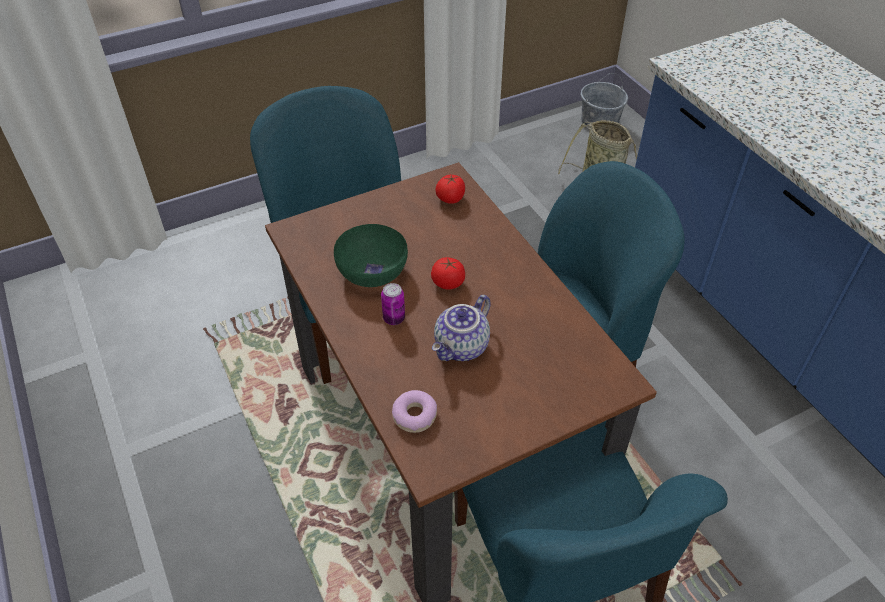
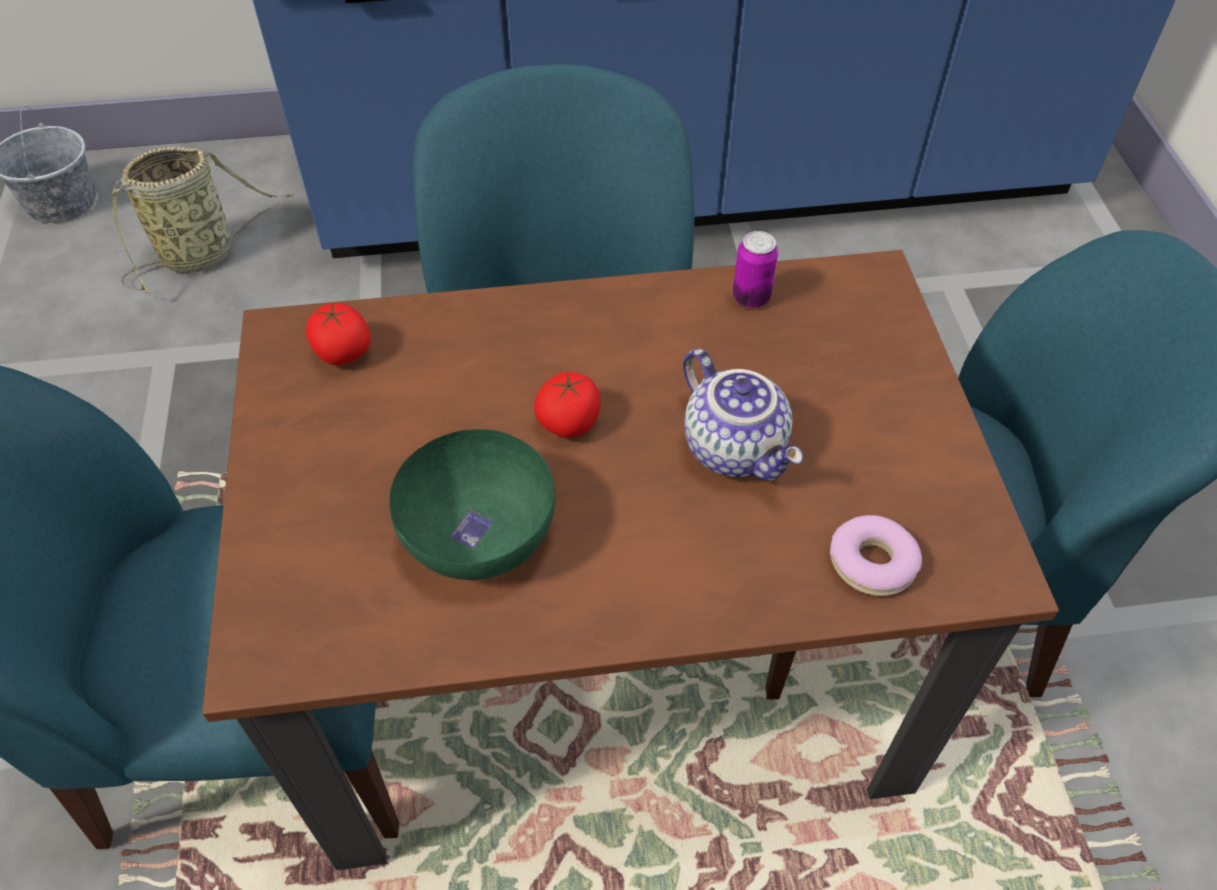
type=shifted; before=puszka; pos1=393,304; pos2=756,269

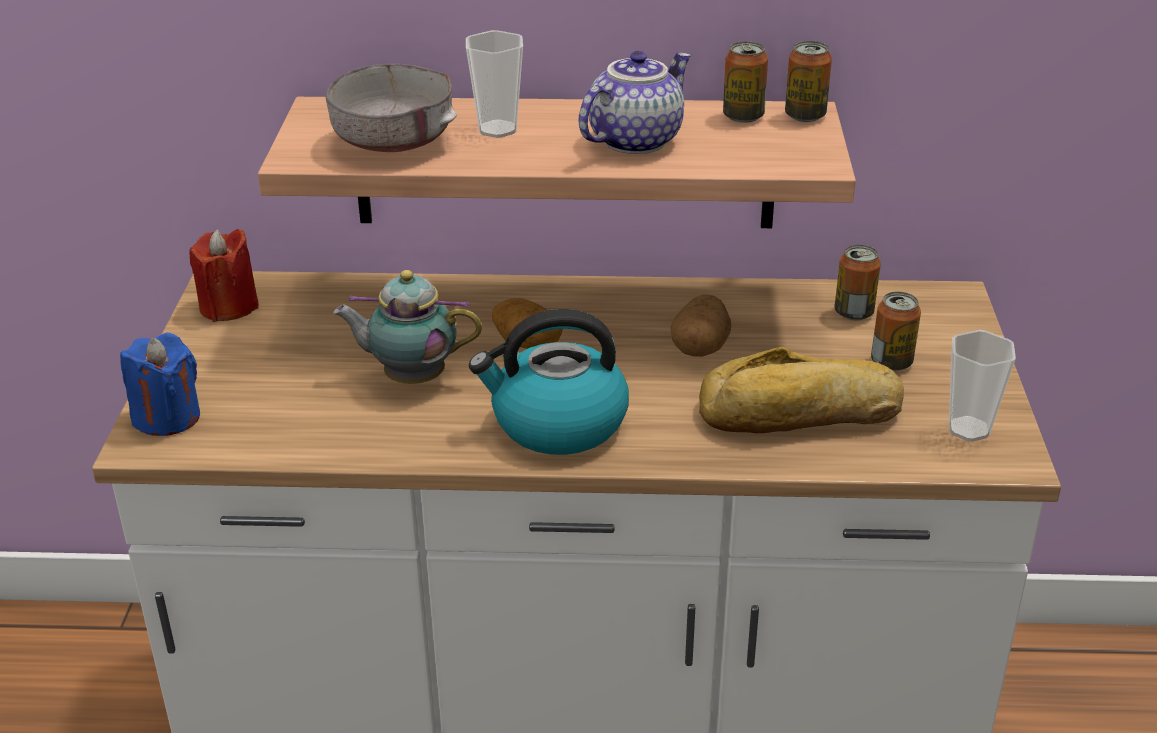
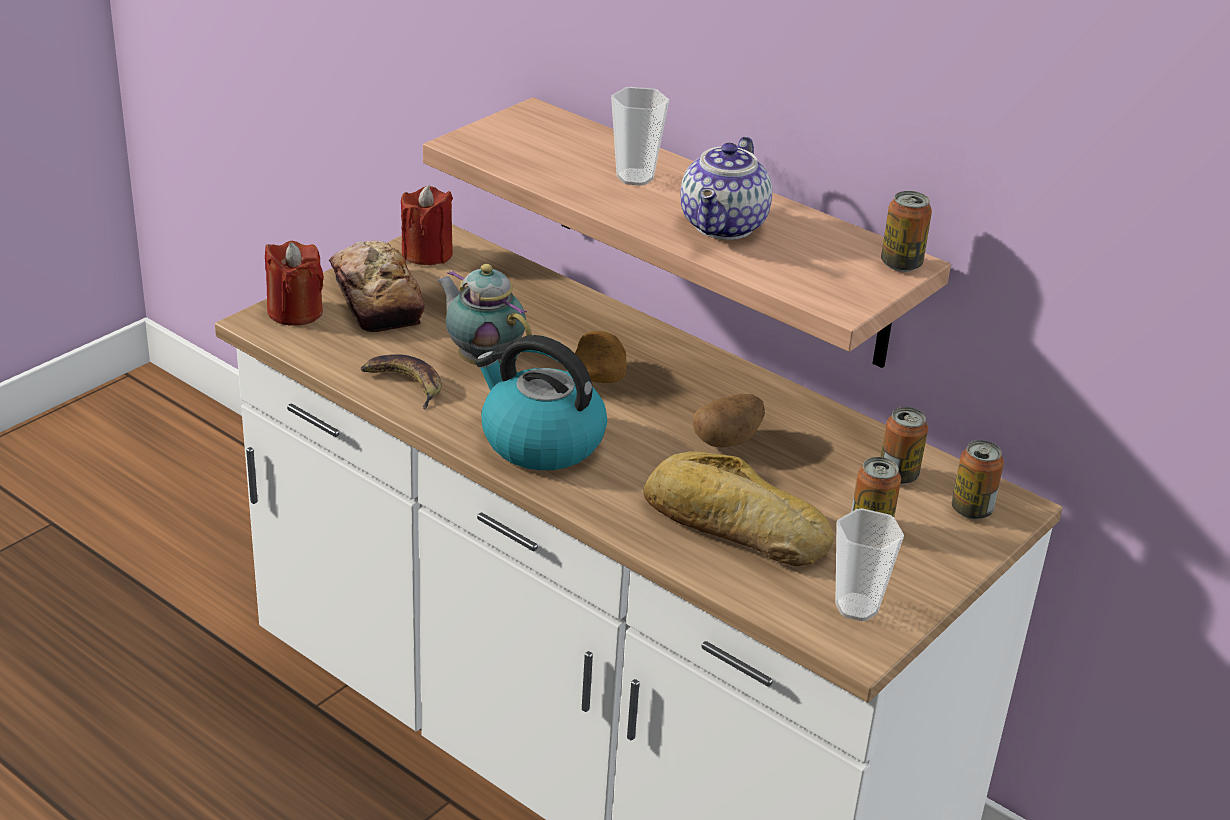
type=repainted; before=świeca/niebieski; after=świeca/czerwony; pos1=160,384; pos2=294,283
type=new; after=chleb; pos2=377,286
type=new; after=banan; pos2=401,381
type=rotated; before=imbryk; pos1=635,102; pos2=726,188; turn=120
type=shifted; before=puszka; pos1=745,82; pos2=978,479
type=gone; before=miska/szary; pos1=391,108

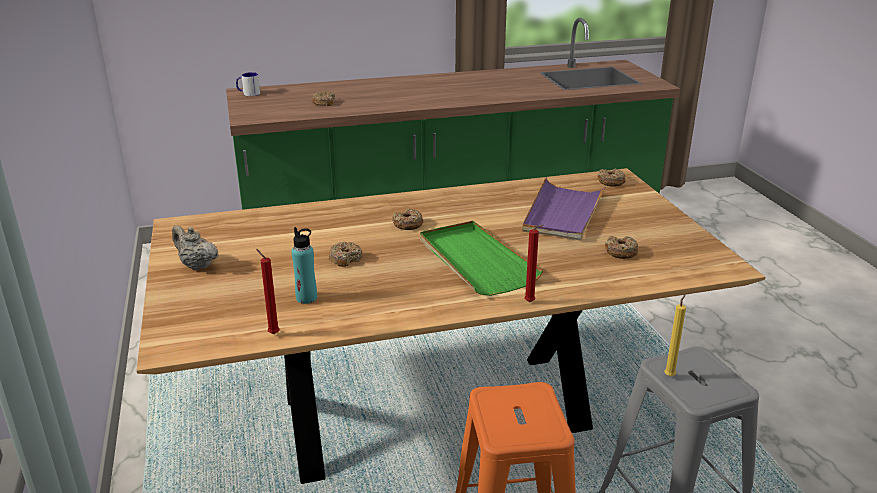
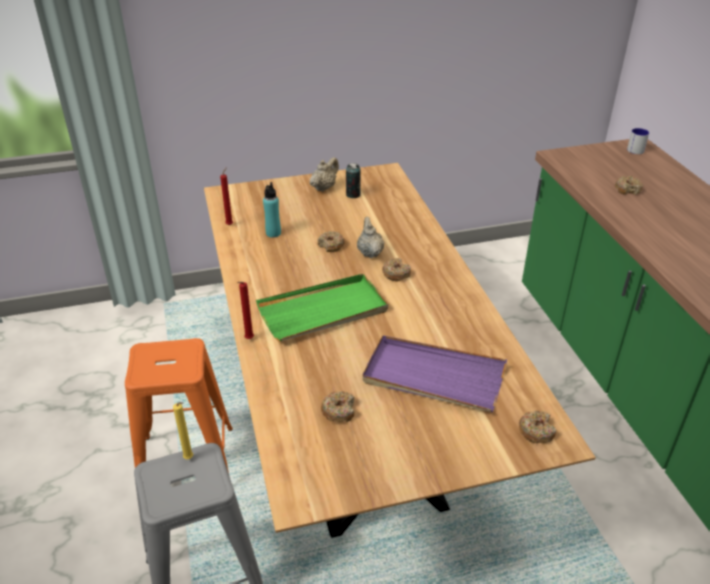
type=new; after=puszka; pos2=353,180
type=new; after=imbryk/beżowy; pos2=371,237

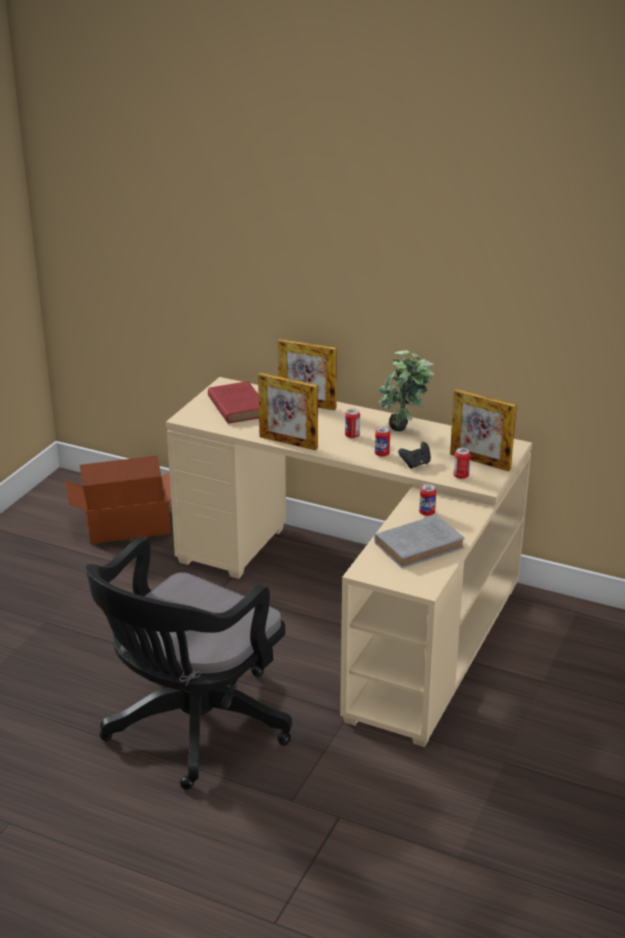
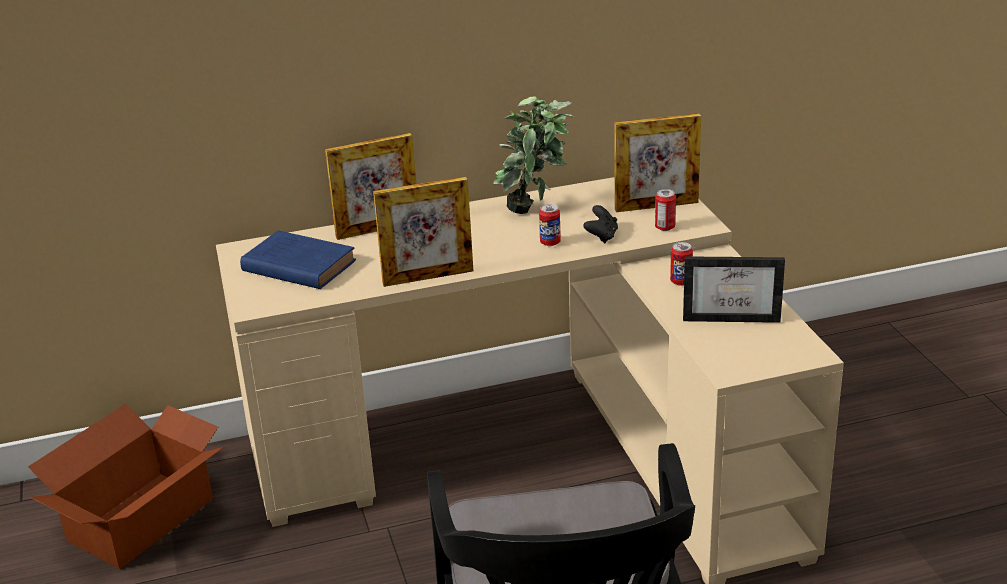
type=repainted; before=książka/czerwony; after=książka/niebieski; pos1=233,402; pos2=298,259
type=swapped; before=książka/szary; after=ramka na zdjęcie; pos1=419,541; pos2=734,289
type=gone; before=puszka; pos1=352,423

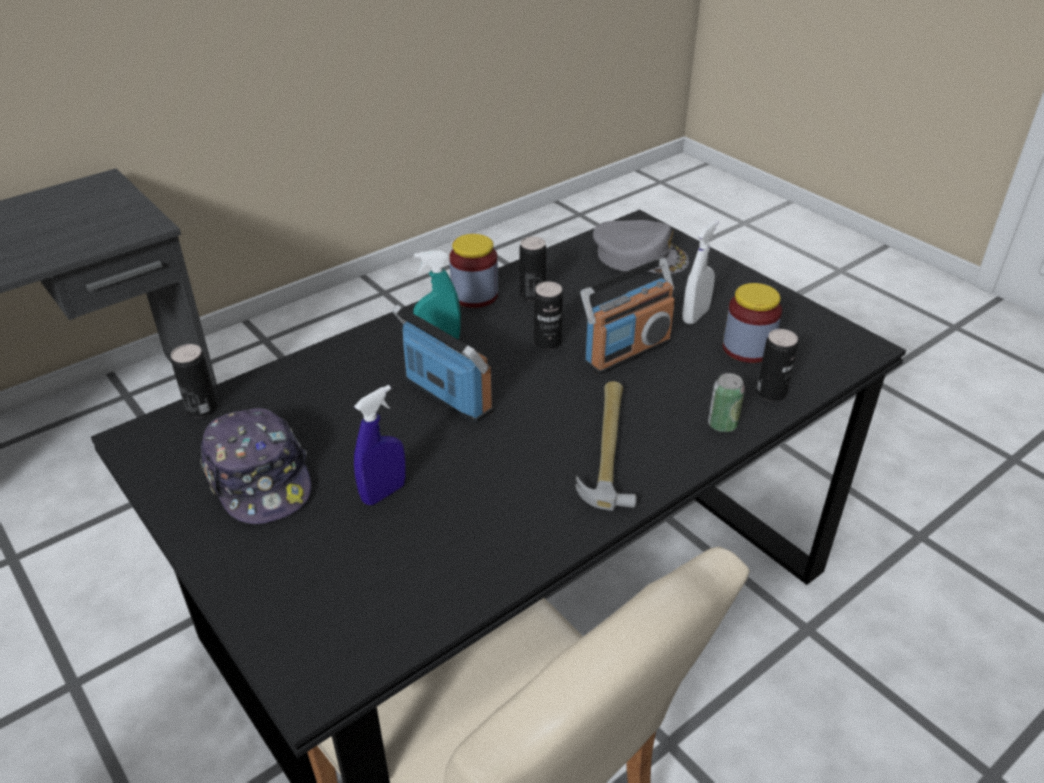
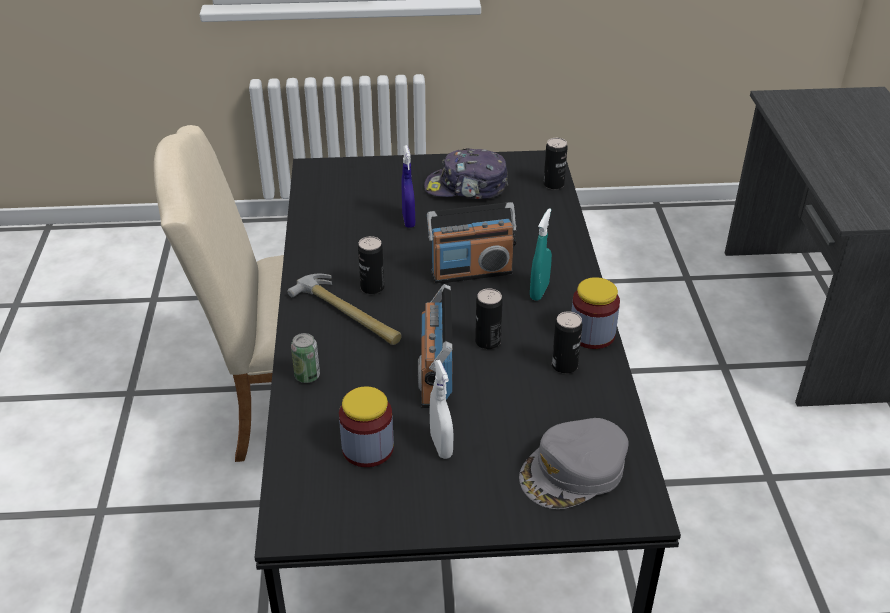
type=shifted; before=puszka; pos1=777,365; pos2=371,265

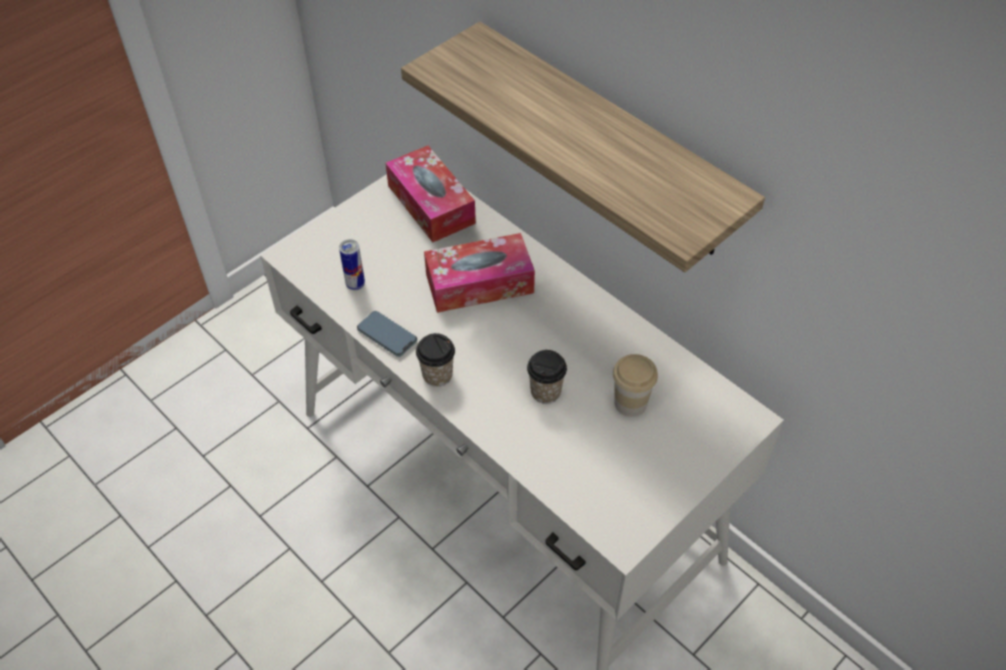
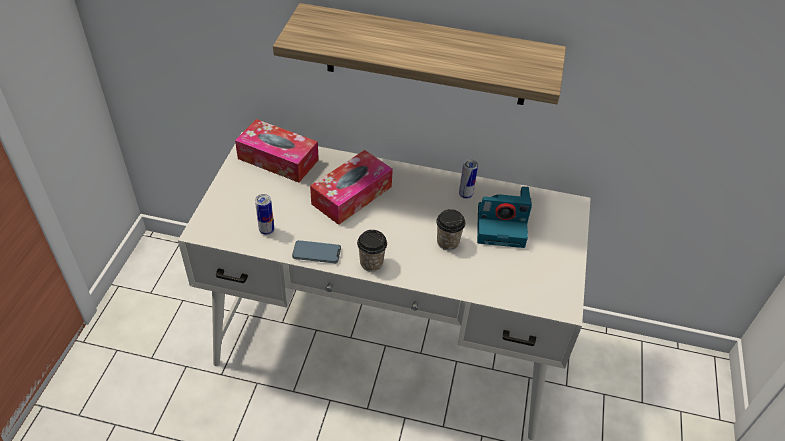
type=new; after=puszka; pos2=468,179
type=swapped; before=filiżanka; after=aparat fotograficzny; pos1=635,385; pos2=504,217

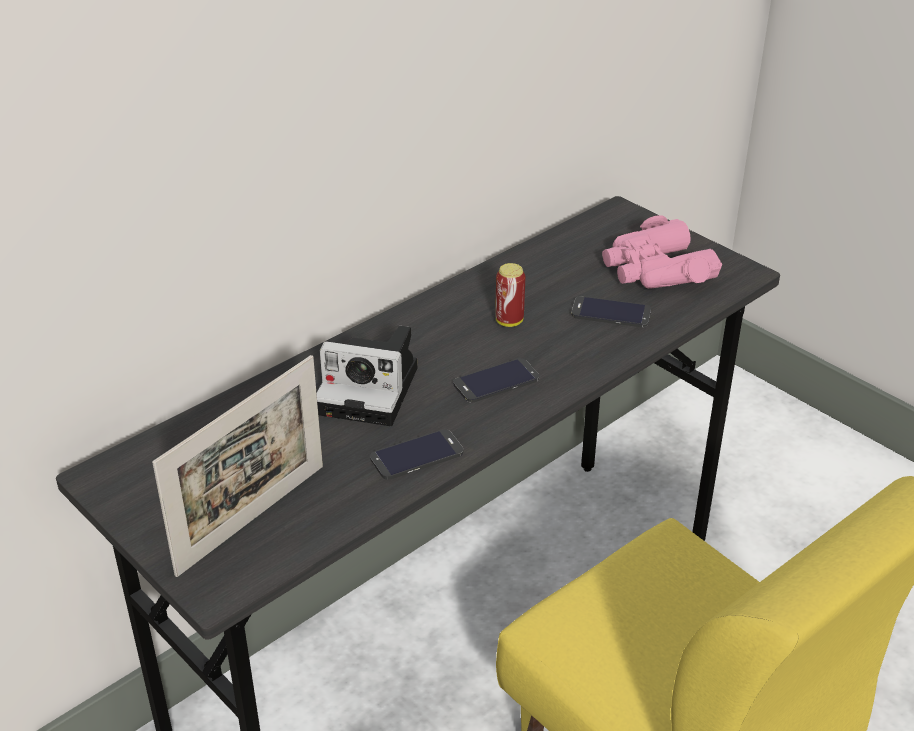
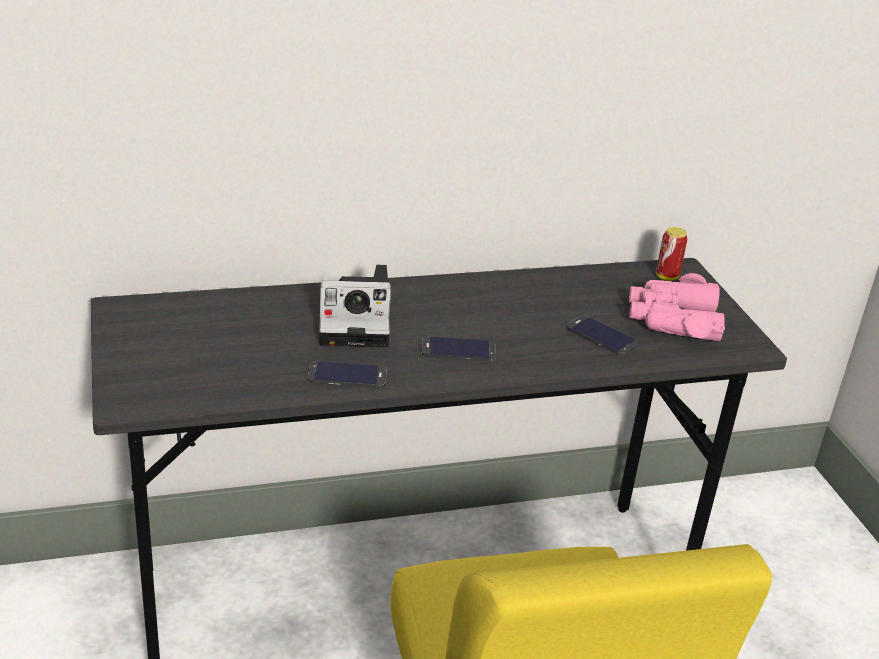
type=rotated; before=aparat fotograficzny; pos1=367,376; pos2=355,306; turn=-45
type=shifted; before=puszka; pos1=510,295; pos2=672,254
type=gone; before=ramka na zdjęcie; pos1=237,466

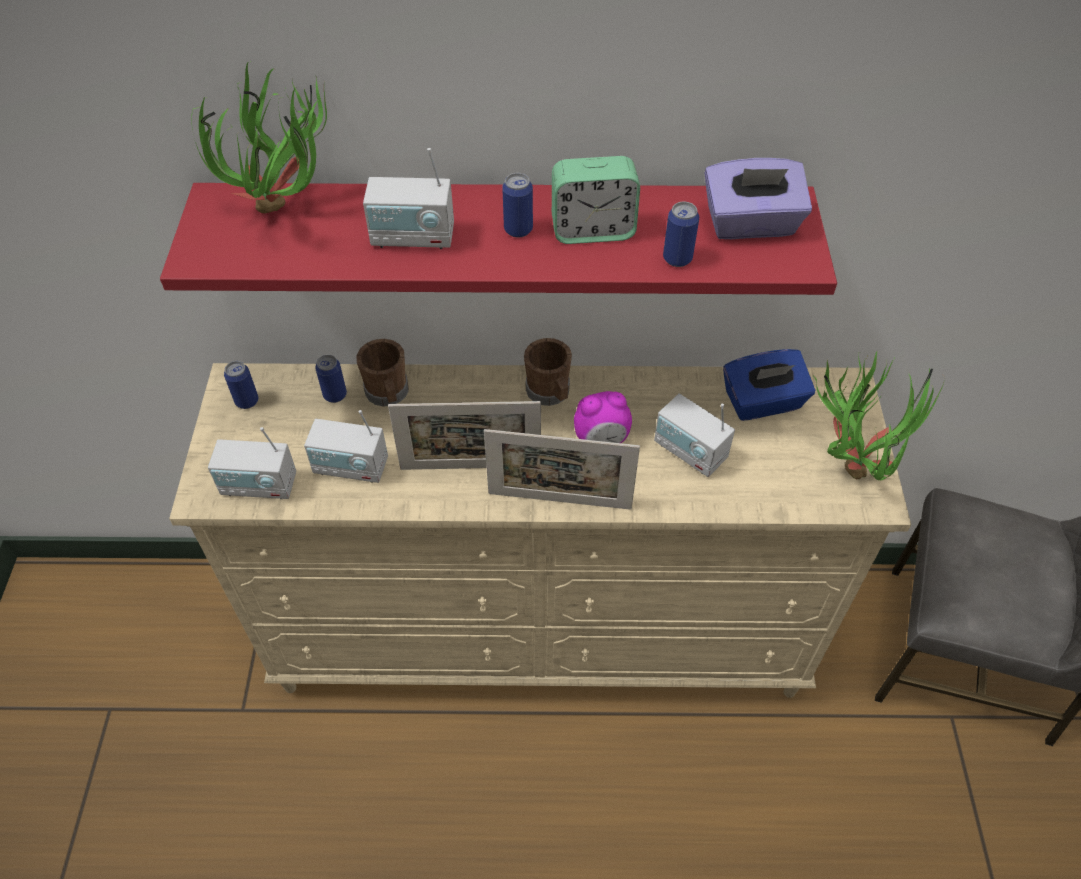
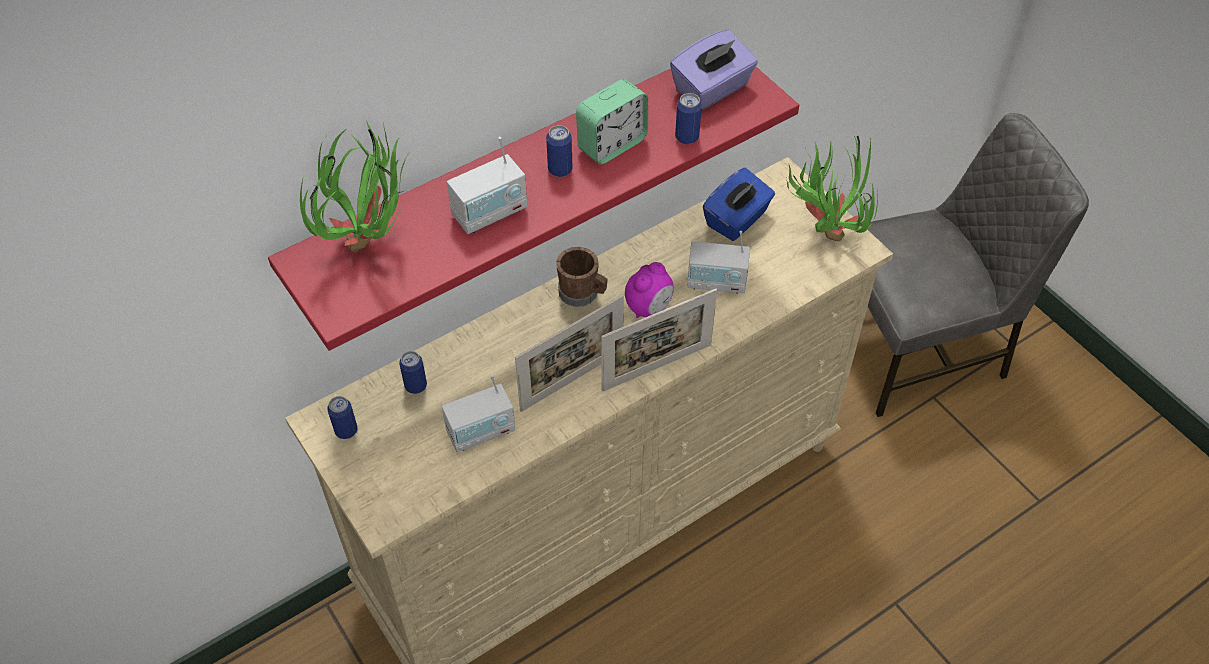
type=gone; before=radio; pos1=252,463
type=gone; before=kubek/brązowy; pos1=383,373

